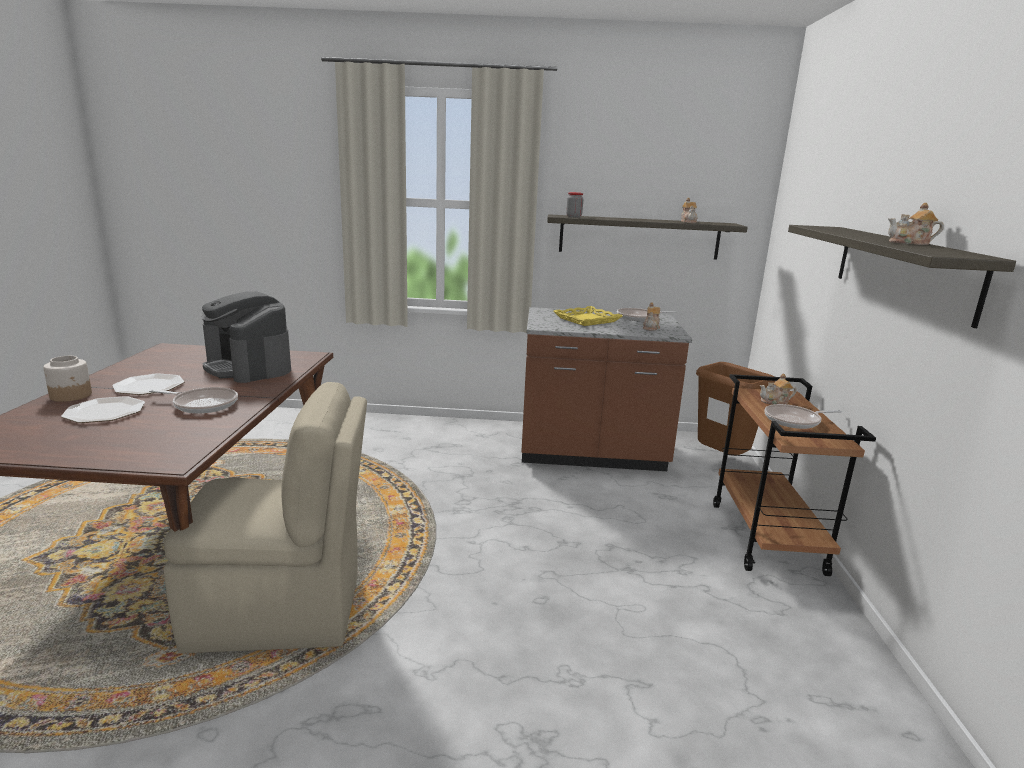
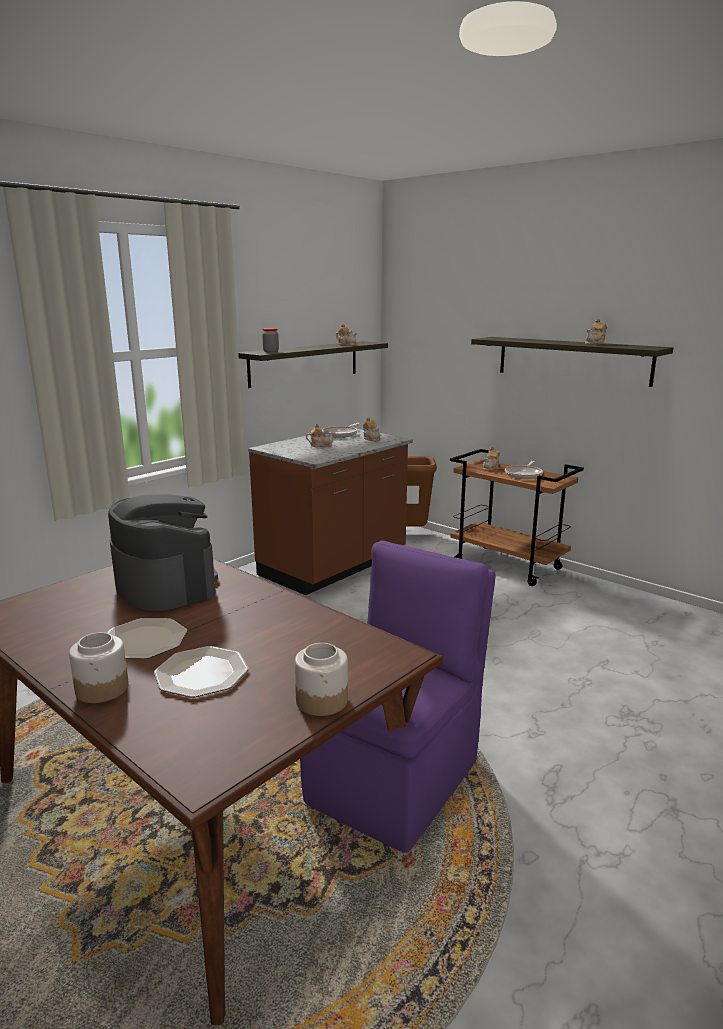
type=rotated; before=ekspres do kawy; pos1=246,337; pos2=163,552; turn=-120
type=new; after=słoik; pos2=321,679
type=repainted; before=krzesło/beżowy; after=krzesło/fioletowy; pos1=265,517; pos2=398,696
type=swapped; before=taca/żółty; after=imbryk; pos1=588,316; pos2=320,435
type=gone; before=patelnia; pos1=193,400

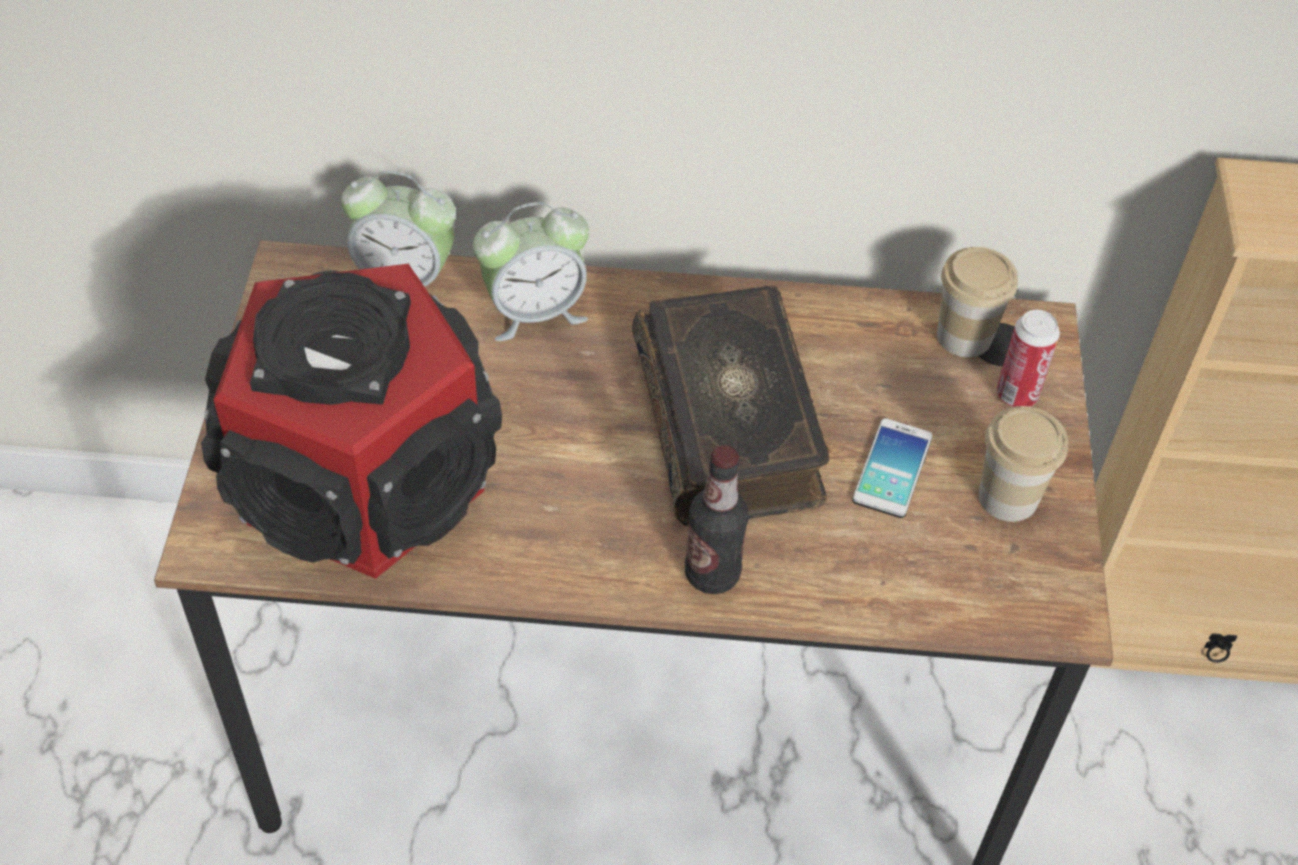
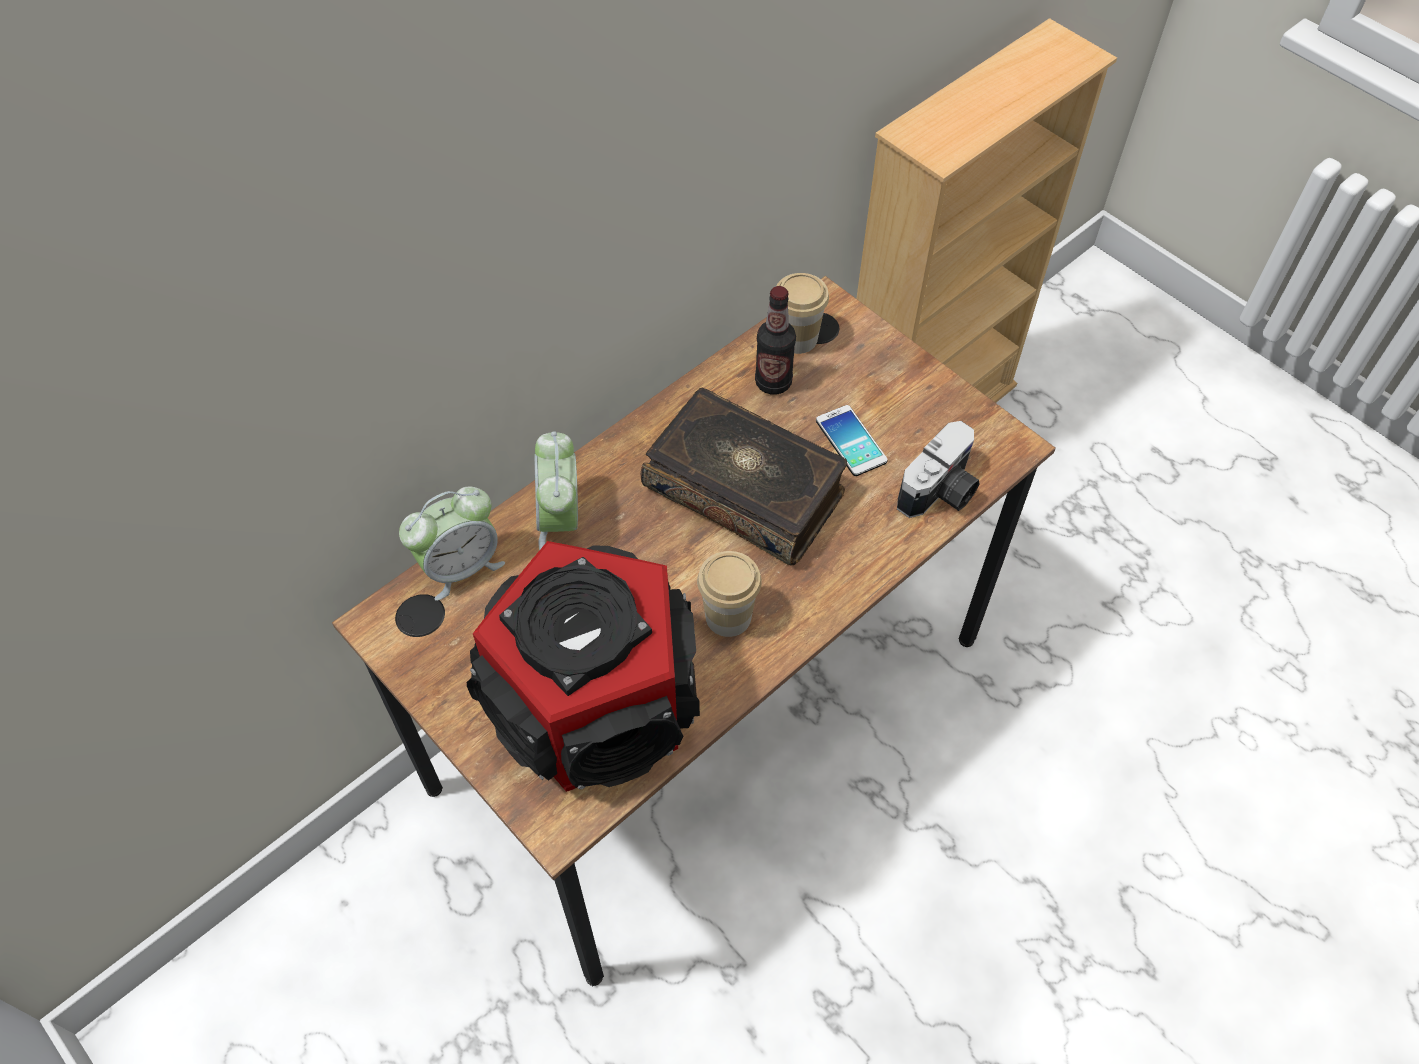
type=rotated; before=budzik; pos1=531,271; pos2=556,490; turn=150
type=shifted; before=filiżanka; pos1=1023,464; pos2=729,594
type=shifted; before=butelka; pos1=717,519; pos2=775,340
type=new; after=aparat fotograficzny; pos2=938,469
type=gone; before=puszka; pos1=1028,358

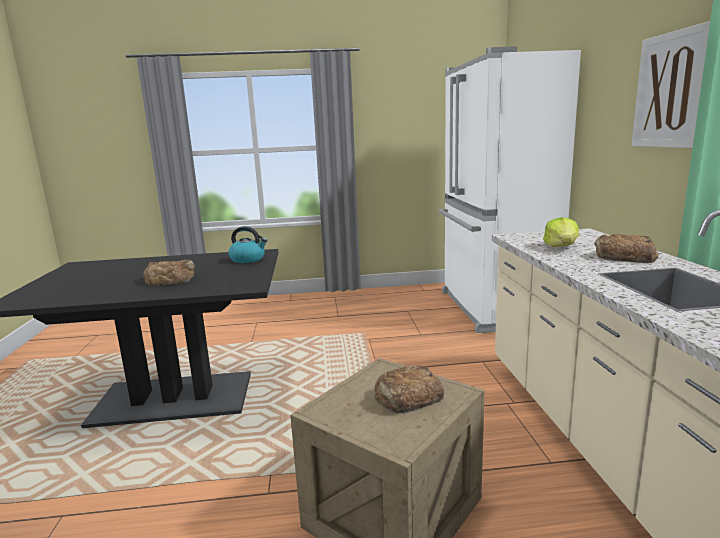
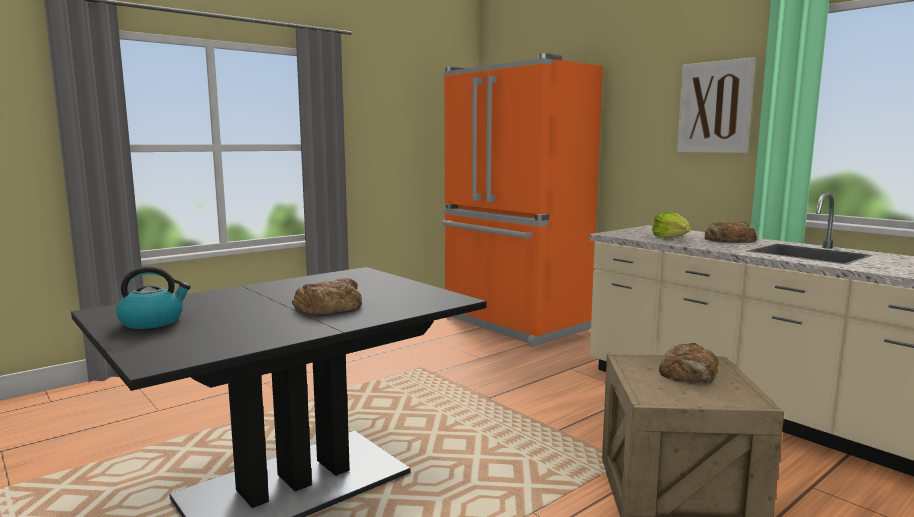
type=shifted; before=czajnik; pos1=248,244; pos2=153,297
type=repainted; before=lodówka/biały; after=lodówka/pomarańczowy; pos1=510,189; pos2=522,200

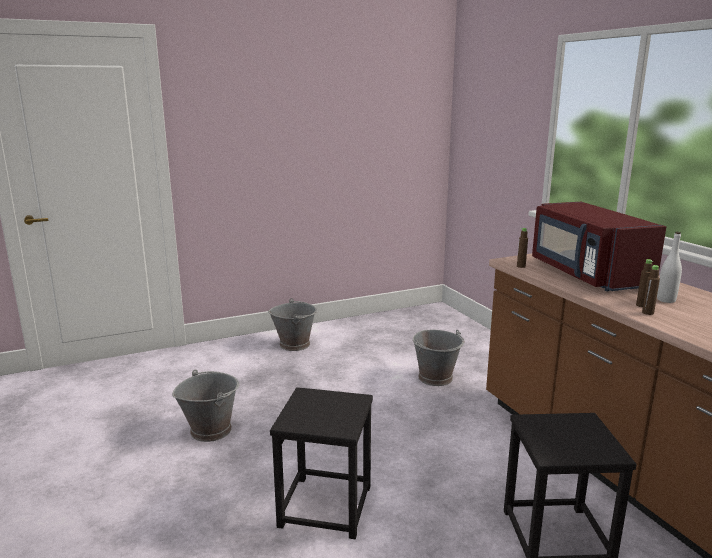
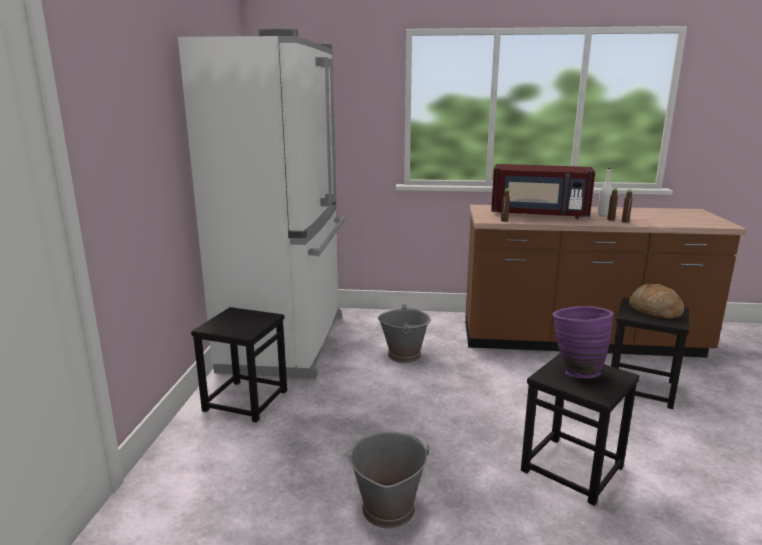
type=new; after=lodówka/biały; pos2=261,203
type=swapped; before=wiadro/szary; after=stołek/czarny; pos1=292,324; pos2=239,365
type=new; after=wazon/fioletowy; pos2=582,342
type=new; after=chleb; pos2=656,301

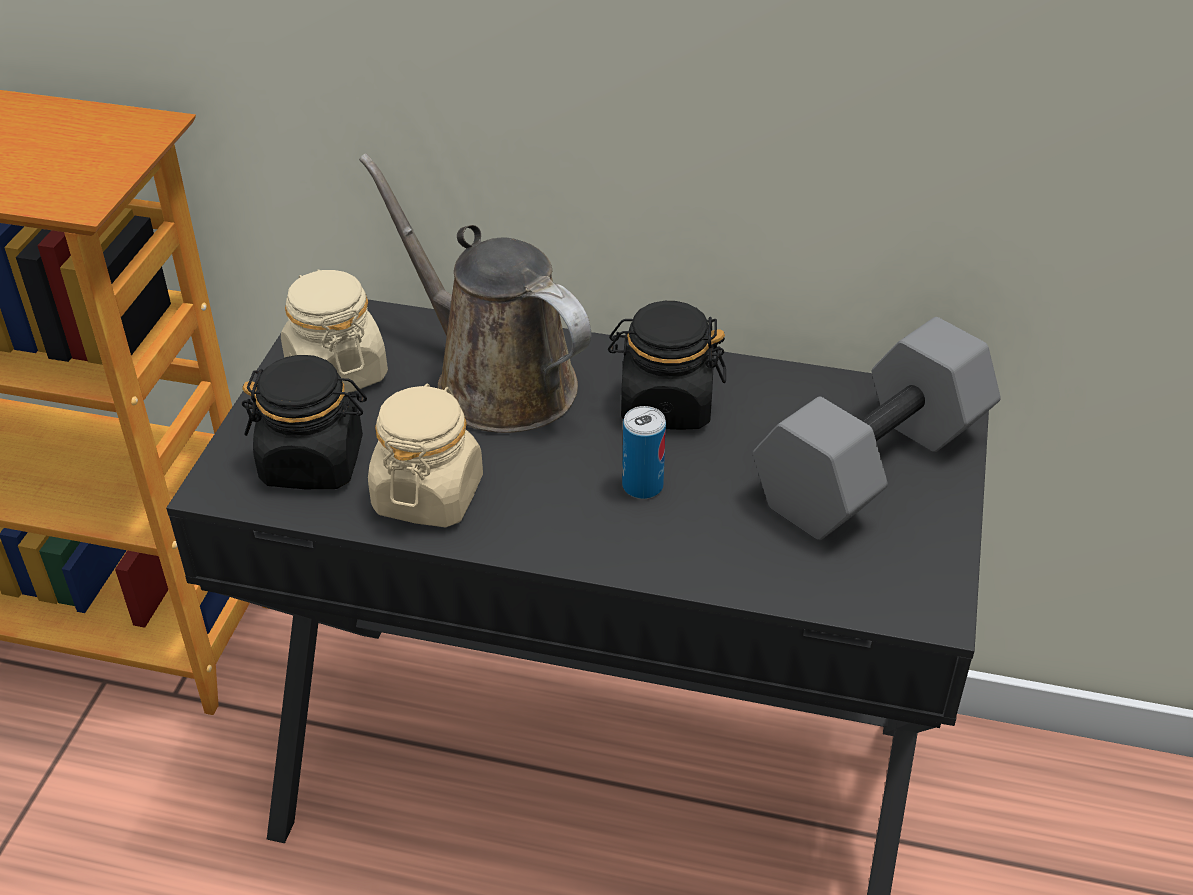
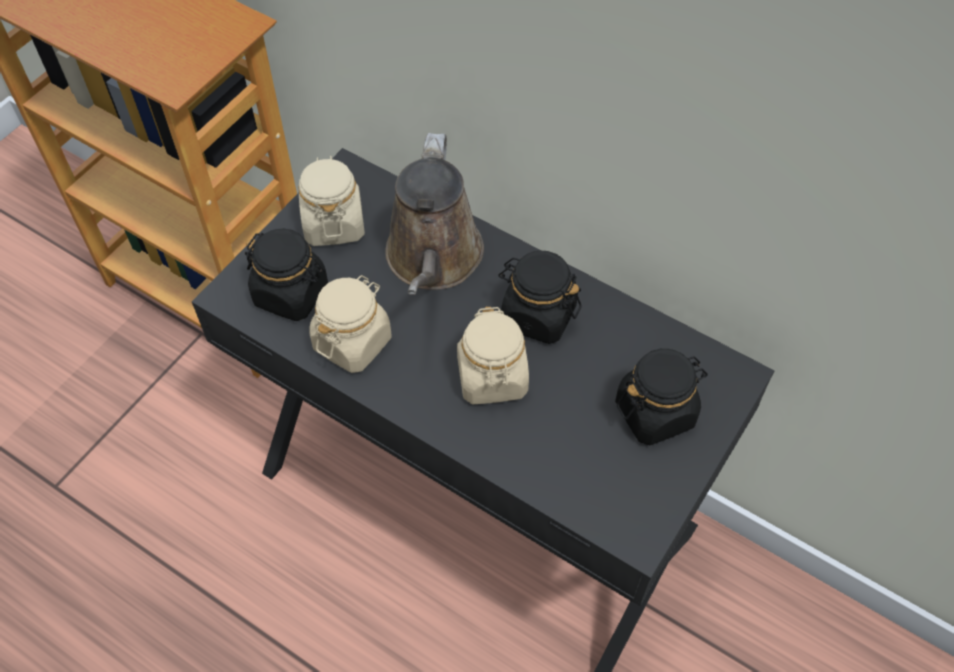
type=rotated; before=konewka/brązowy; pos1=475,293; pos2=434,214; turn=-150
type=swapped; before=puszka; after=słoik/beżowy; pos1=644,452; pos2=493,355
type=swapped; before=hantel/szary; after=słoik/czarny; pos1=877,428; pos2=661,397

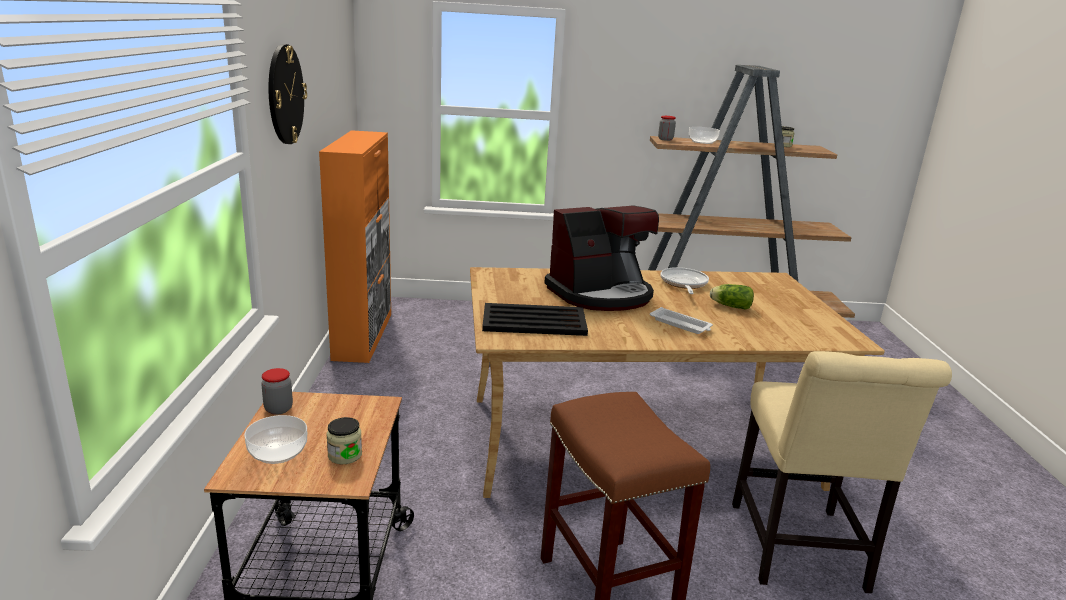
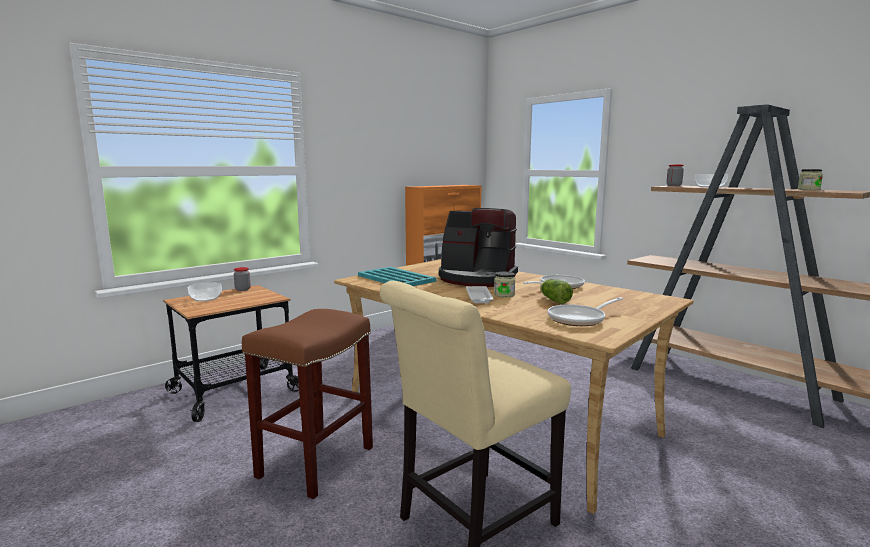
type=repainted; before=taca/czarny; after=taca/turkusowy; pos1=535,319; pos2=397,276
type=shifted; before=słoik; pos1=344,440; pos2=504,284
type=new; after=patelnia; pos2=585,311
type=gone; before=zegar ścienny; pos1=288,94

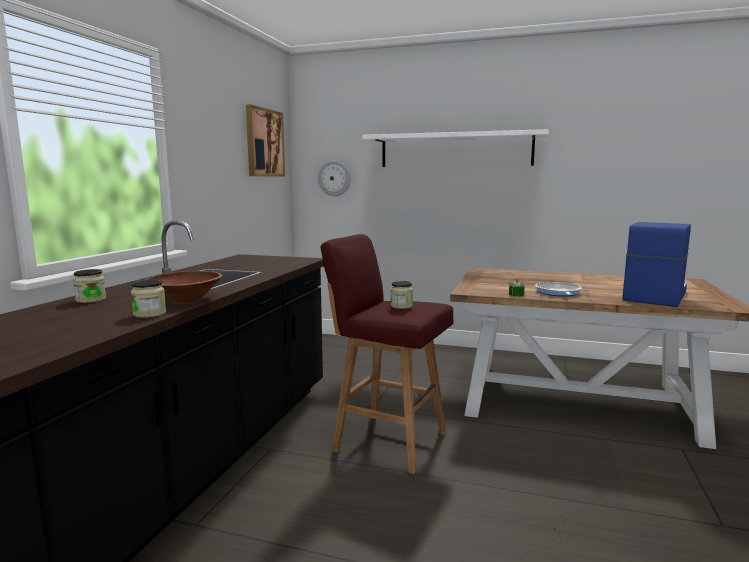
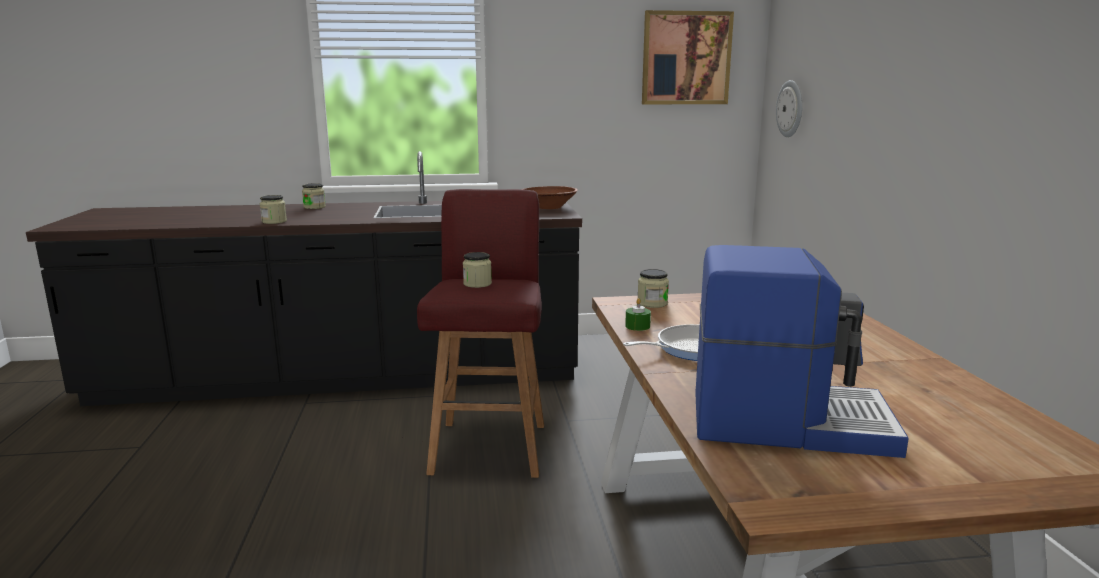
type=shifted; before=miska/brązowy; pos1=184,287; pos2=550,197
type=new; after=słoik; pos2=653,288
type=gone; before=półka/biały; pos1=455,148

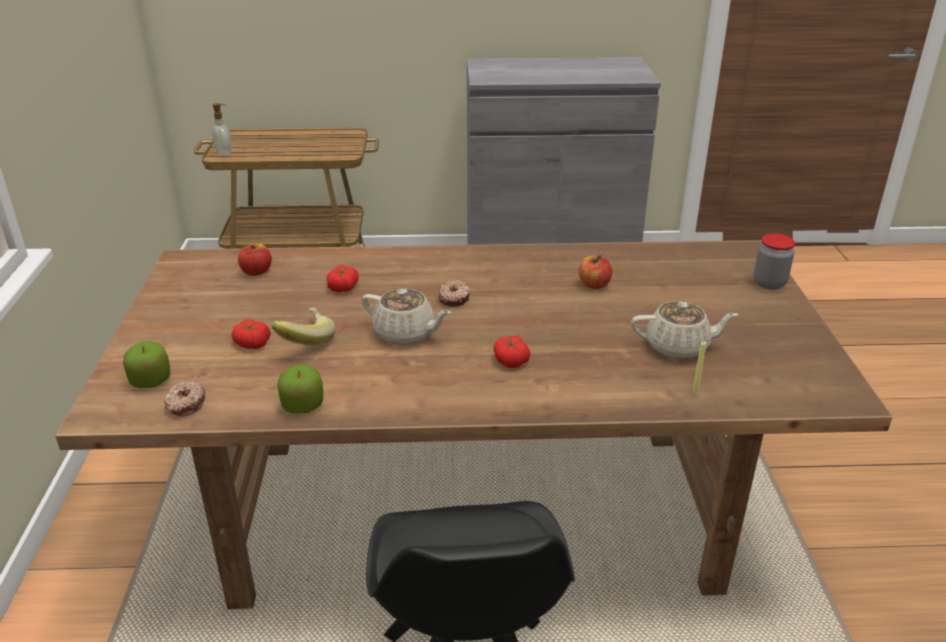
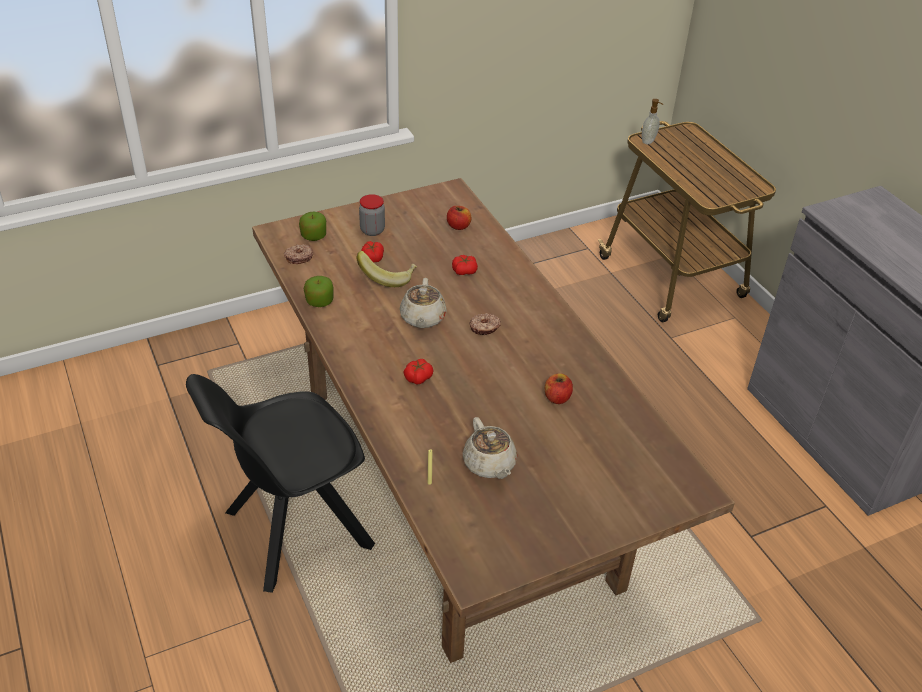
type=shifted; before=słoik; pos1=774,261; pos2=372,215

